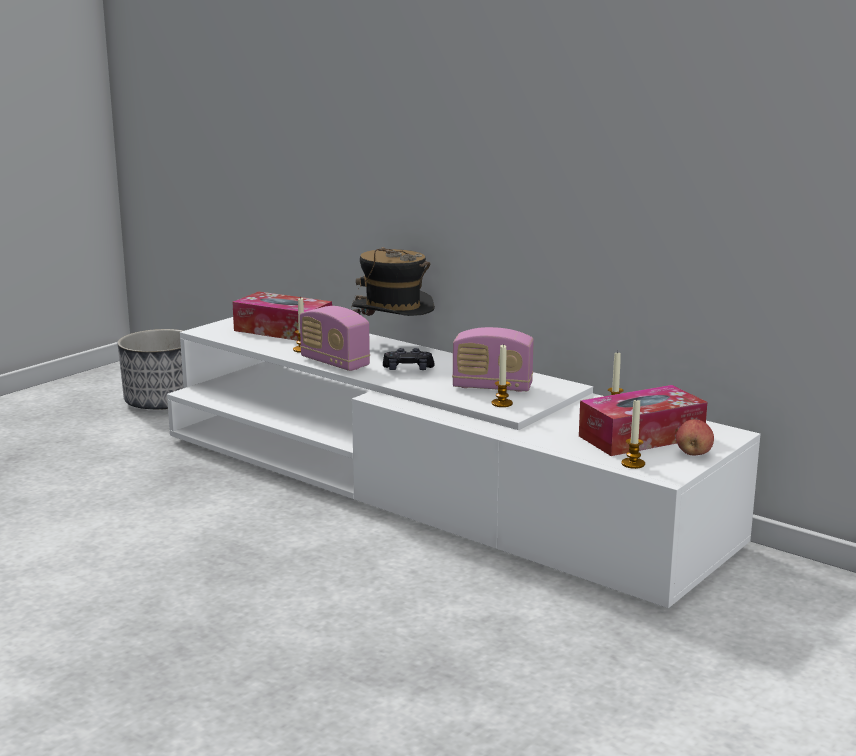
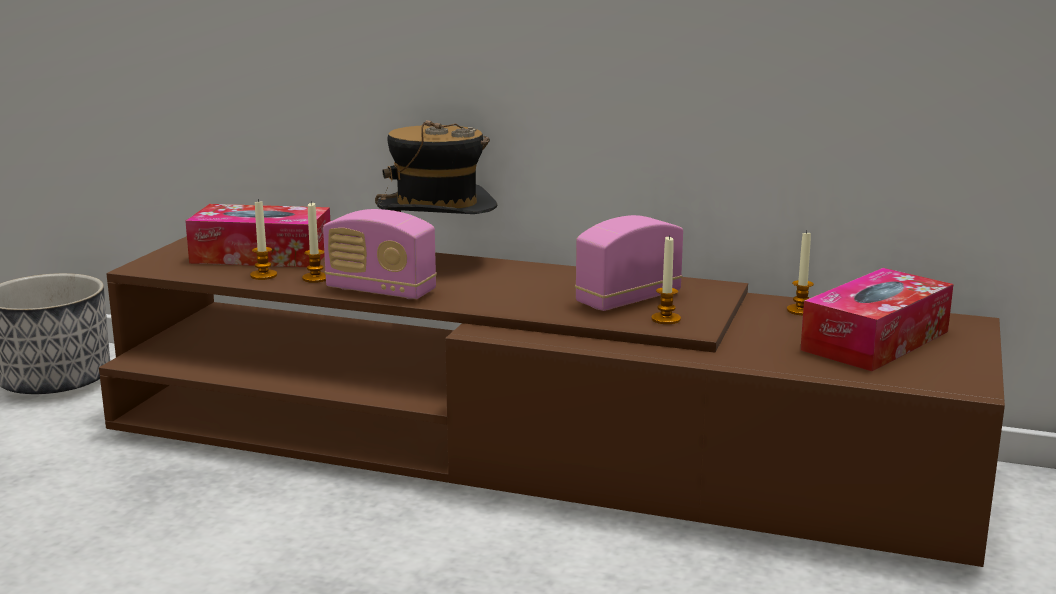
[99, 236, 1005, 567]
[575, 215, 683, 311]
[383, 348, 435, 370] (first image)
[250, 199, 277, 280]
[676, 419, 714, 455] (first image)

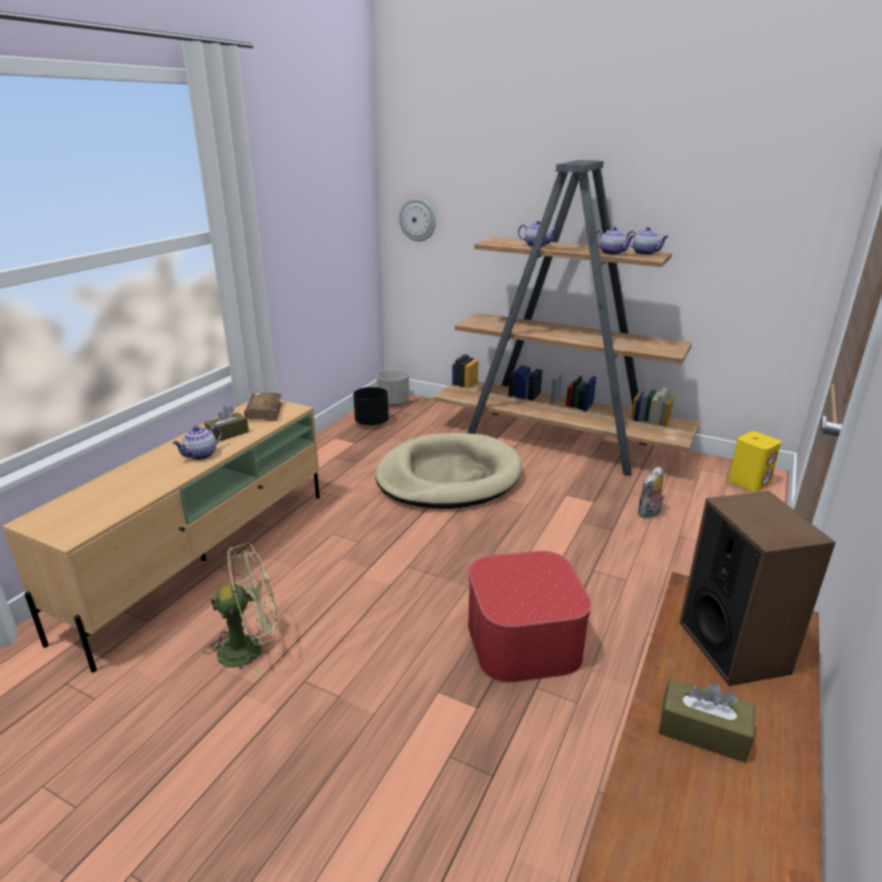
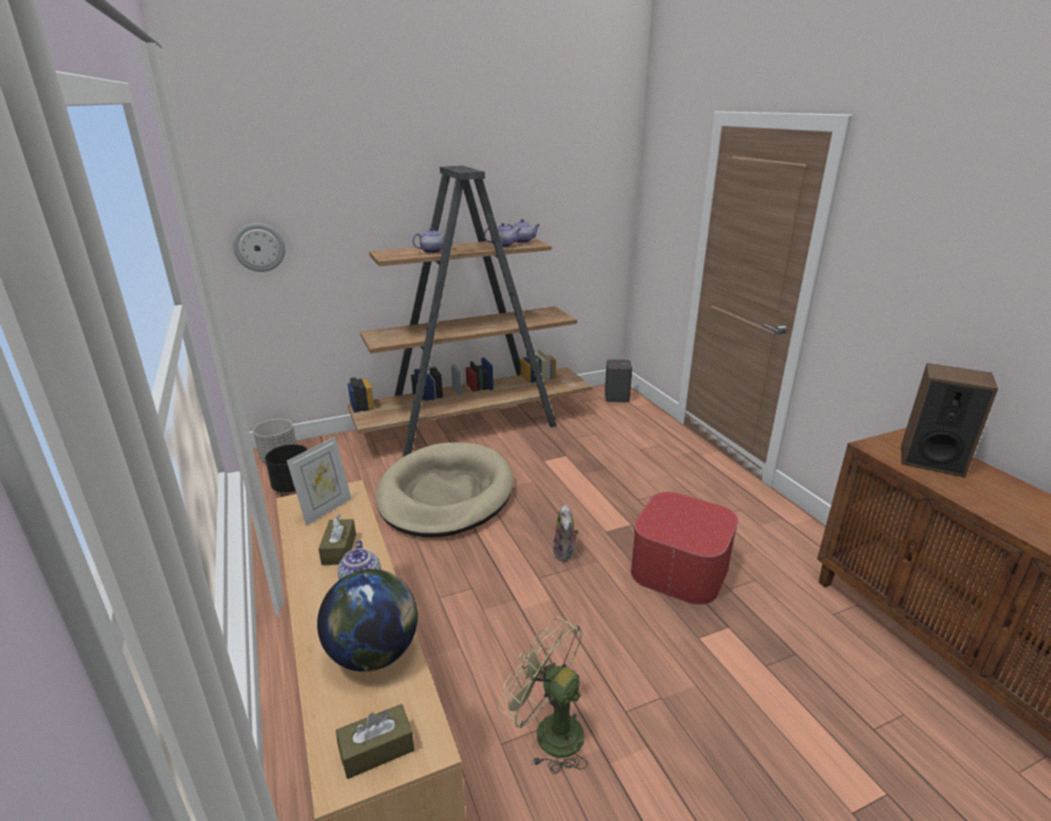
[287, 437, 352, 526]
[604, 360, 632, 402]
[553, 504, 579, 562]
[499, 617, 588, 774]
[336, 704, 414, 779]
[317, 569, 418, 672]

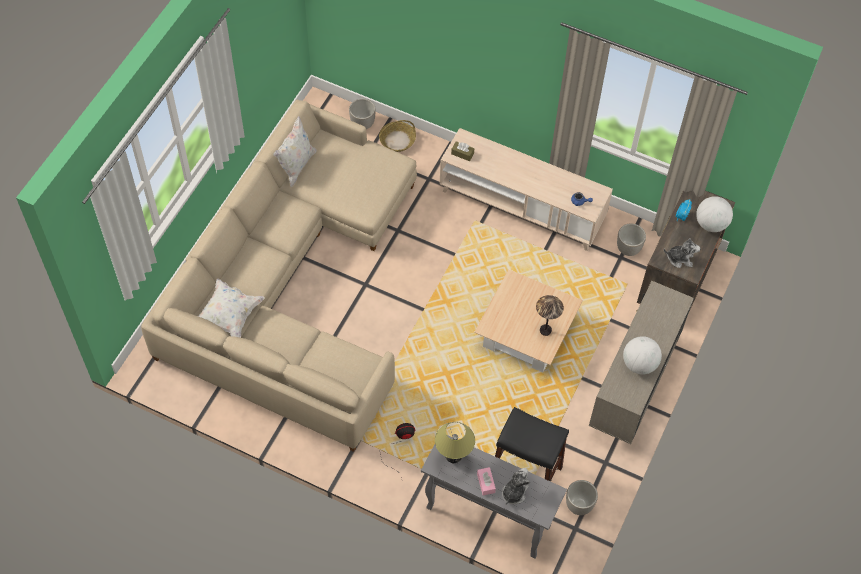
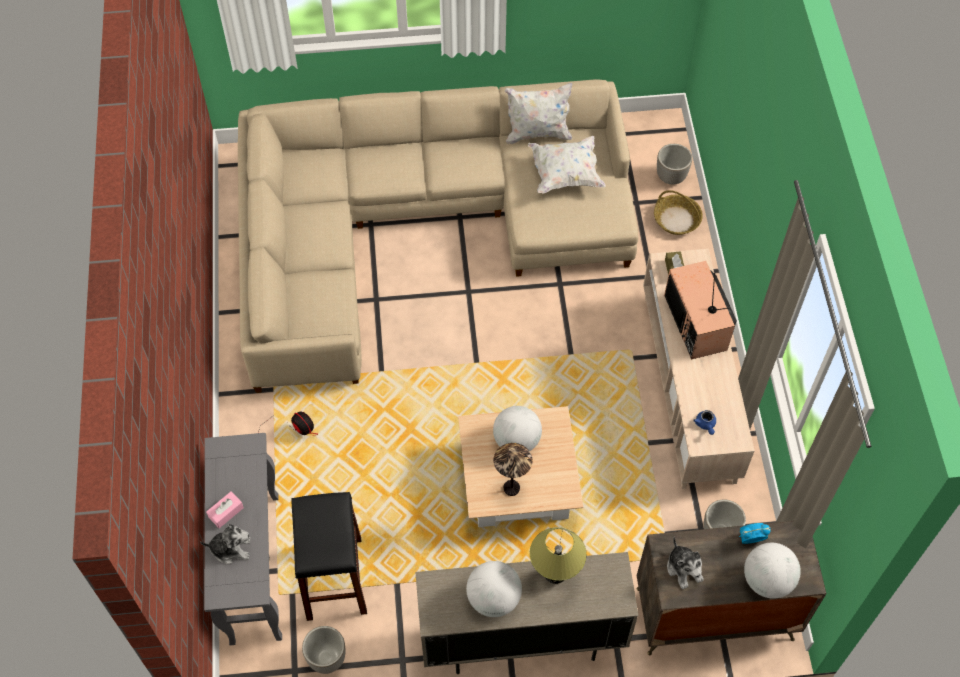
[528, 136, 606, 194]
[530, 527, 586, 584]
[664, 261, 737, 360]
[493, 406, 542, 451]

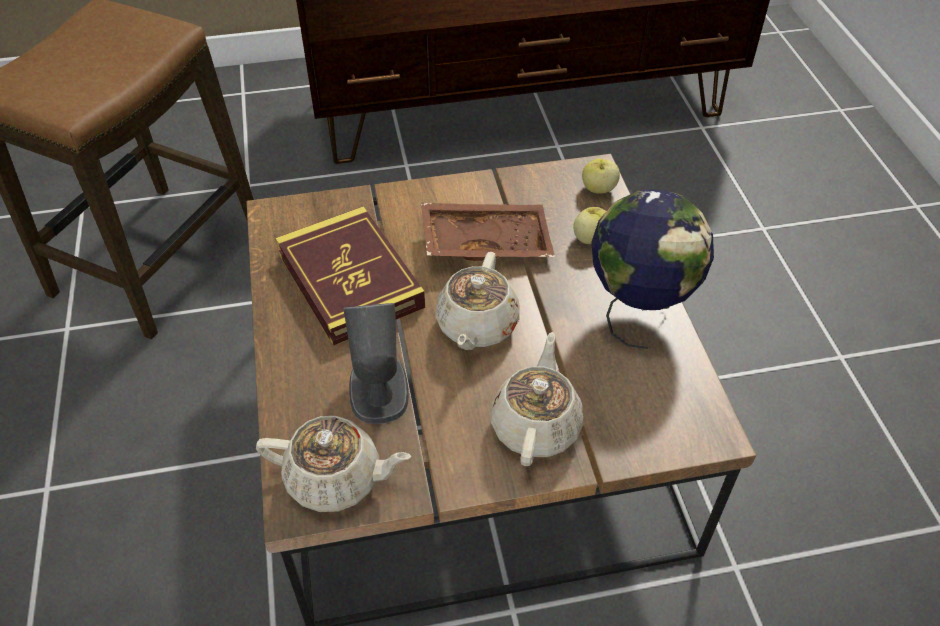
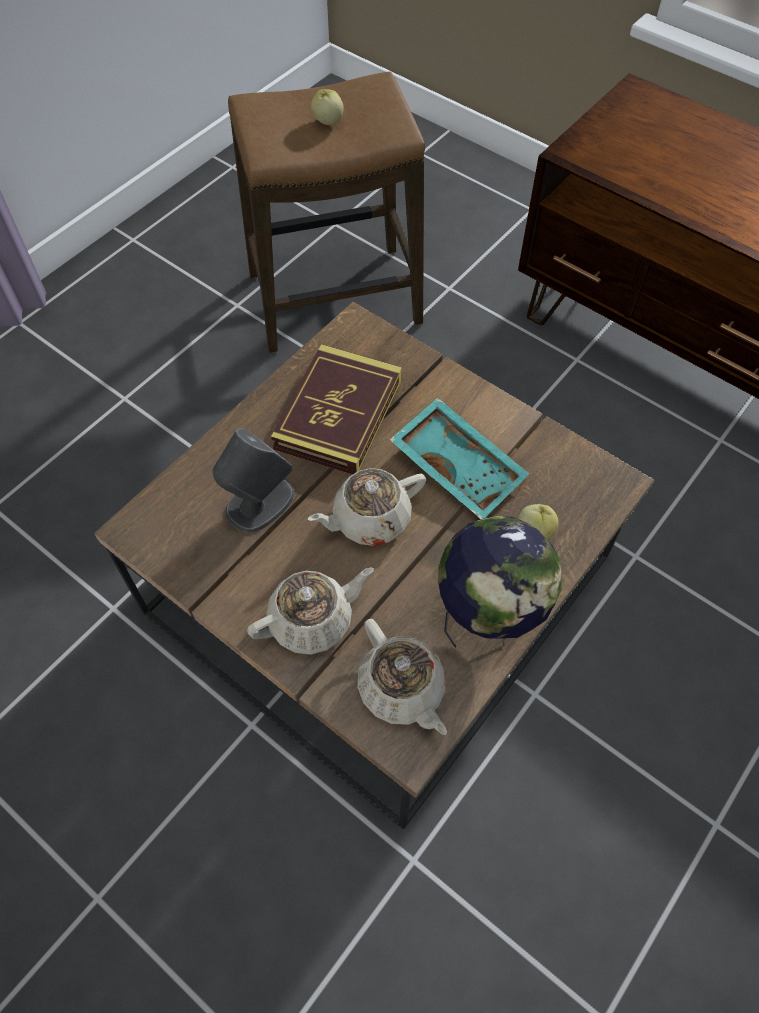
[311, 89, 344, 125]
[390, 398, 529, 519]
[357, 619, 447, 735]

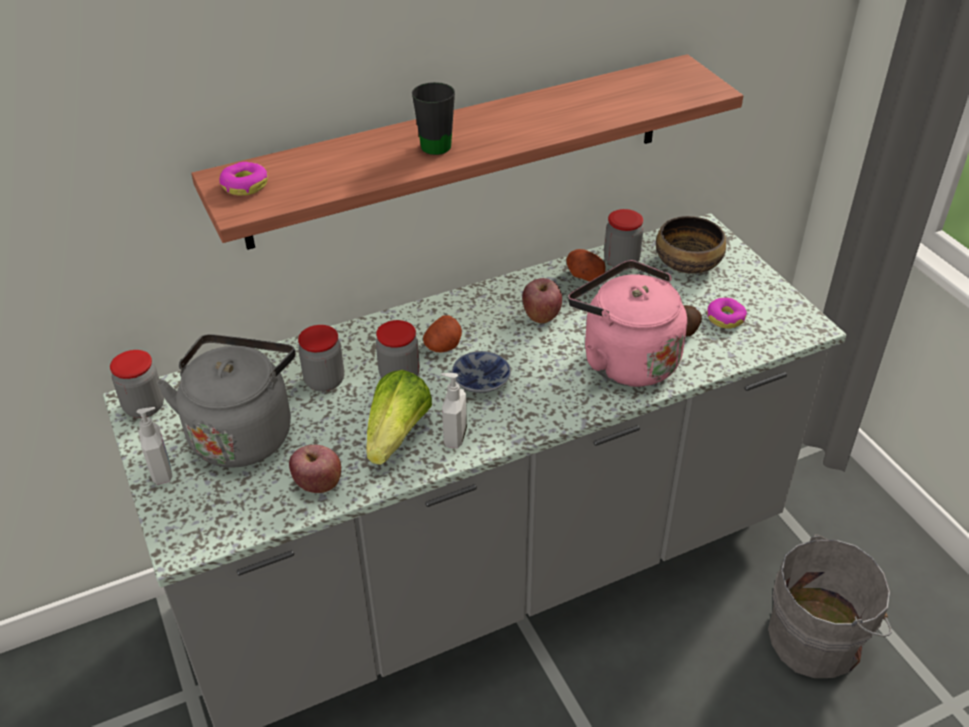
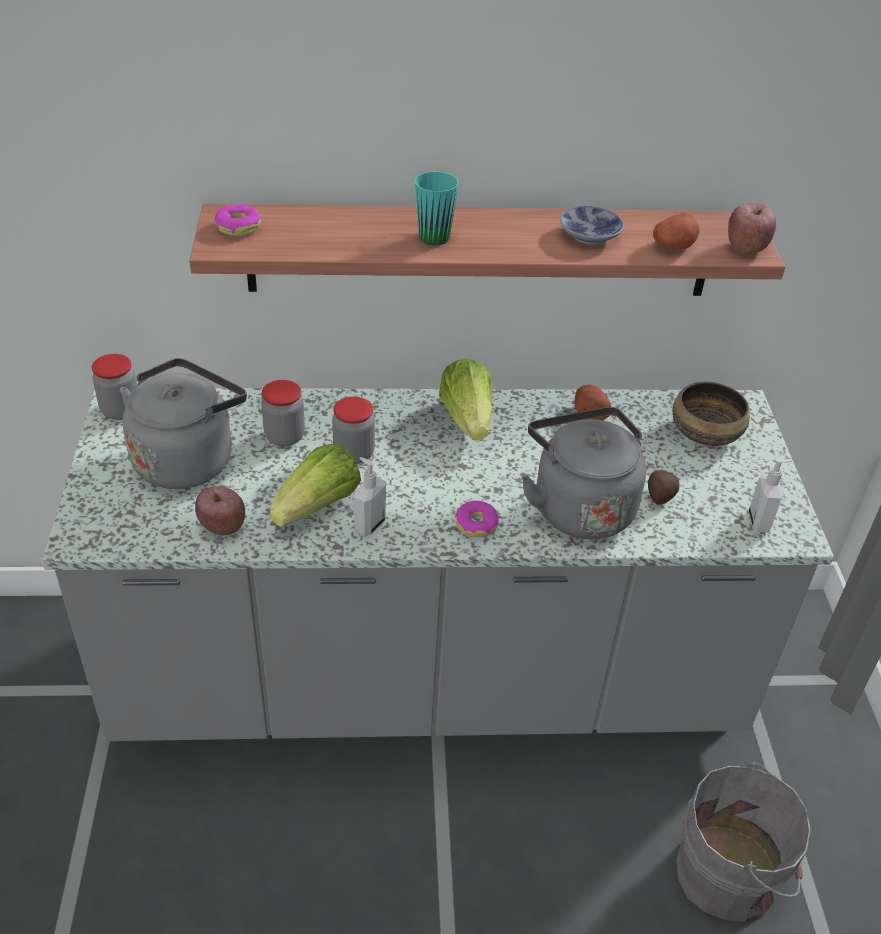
[415, 171, 458, 245]
[604, 209, 643, 267] (first image)
[522, 407, 646, 539]
[728, 203, 776, 254]
[455, 501, 499, 537]
[653, 212, 699, 249]
[560, 206, 624, 245]
[748, 458, 792, 533]
[439, 358, 492, 441]

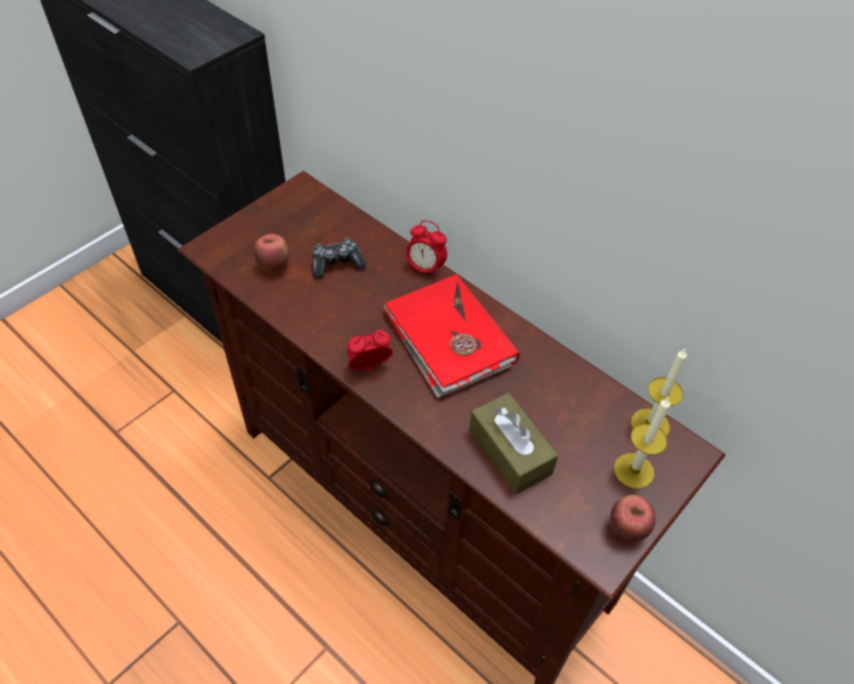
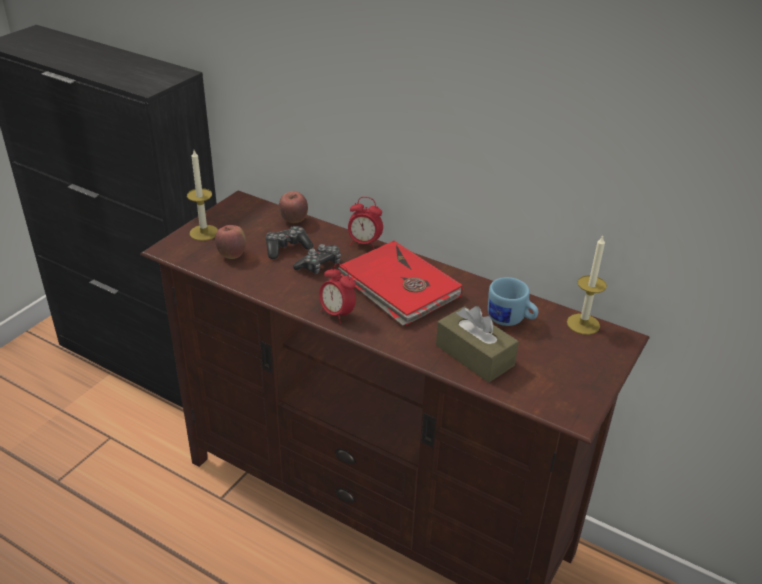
[319, 263, 356, 323]
[187, 150, 218, 241]
[279, 191, 308, 223]
[293, 244, 341, 274]
[488, 277, 538, 326]

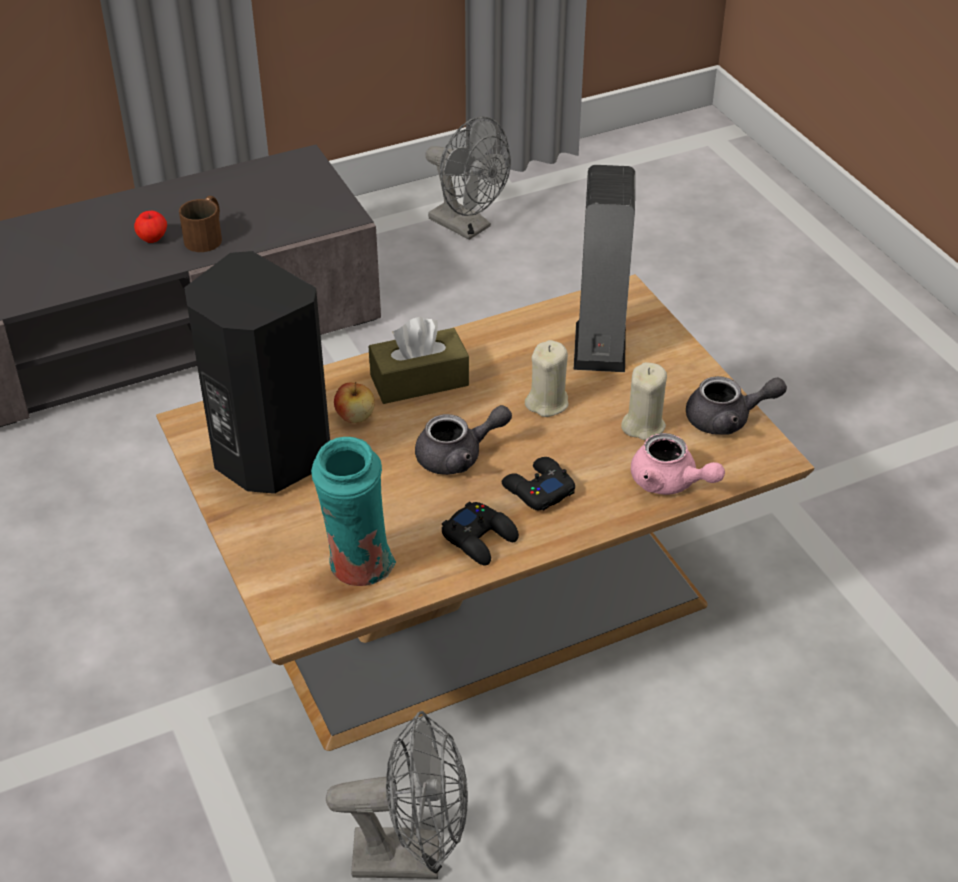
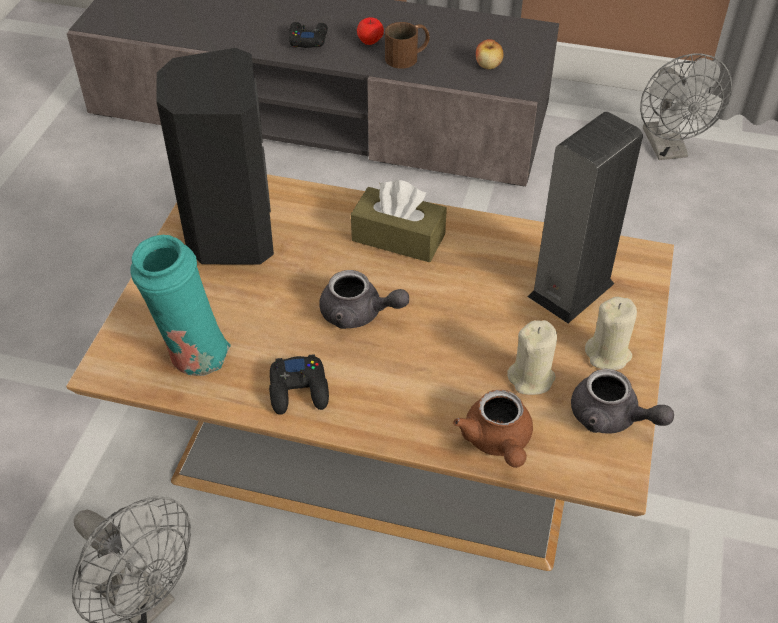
[585, 297, 637, 370]
[476, 39, 504, 69]
[453, 390, 533, 468]
[289, 22, 328, 48]

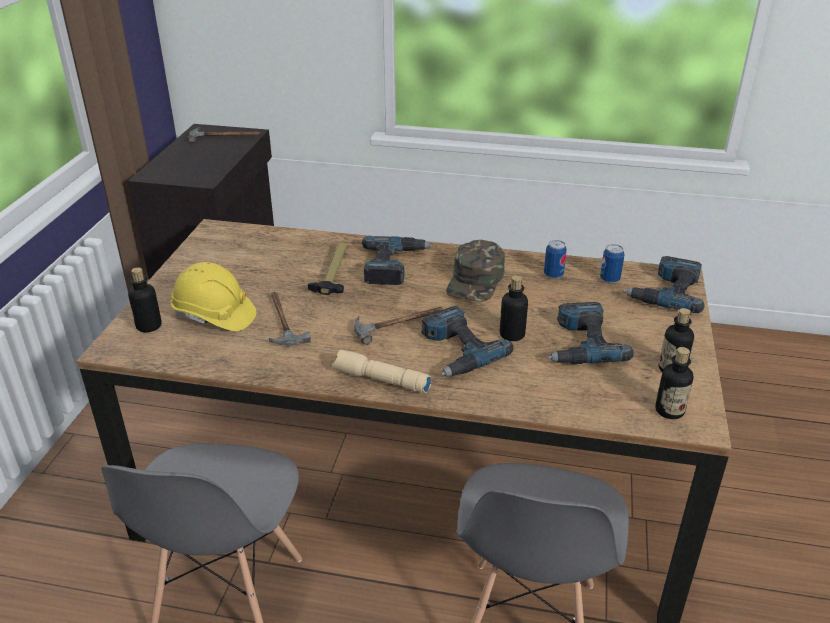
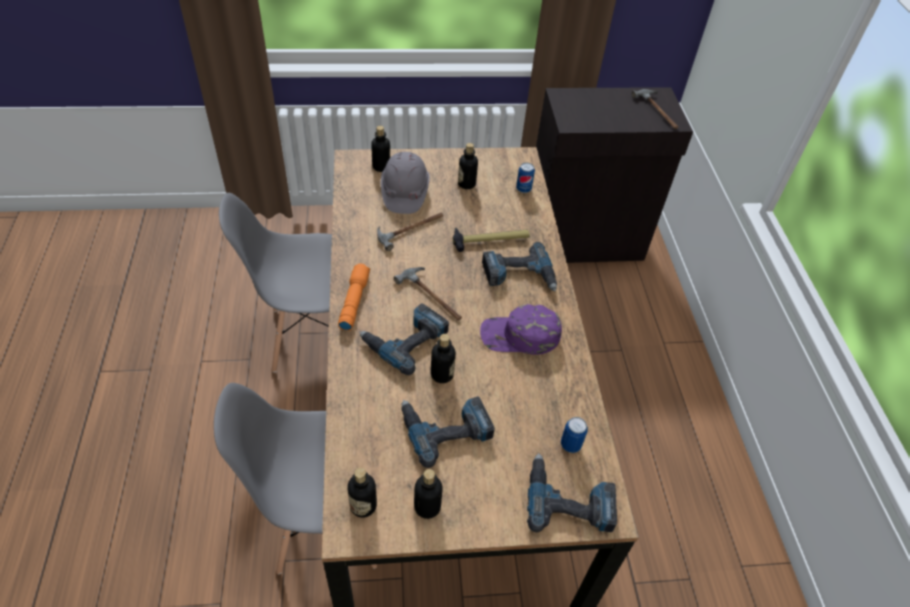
[480, 304, 562, 355]
[516, 162, 535, 193]
[381, 152, 430, 214]
[338, 264, 370, 331]
[458, 143, 478, 189]

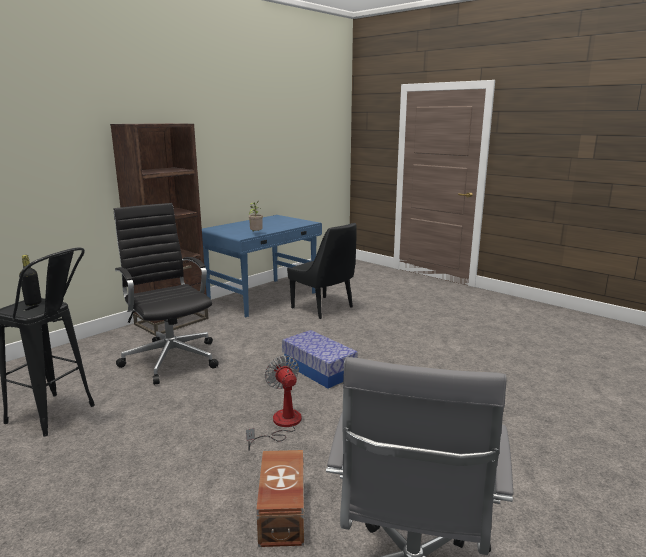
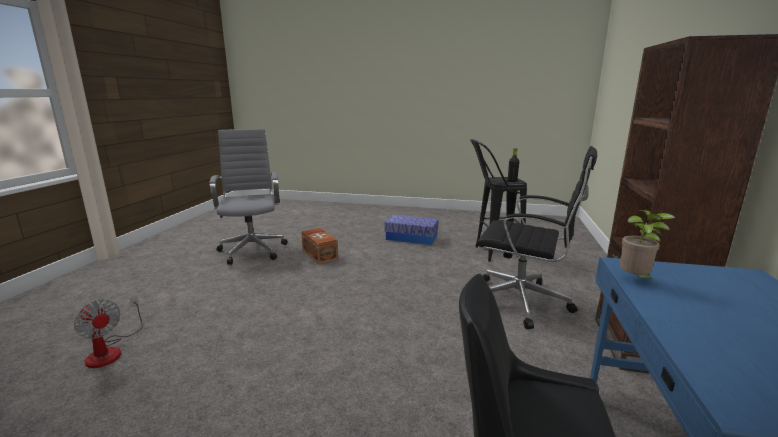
[384, 215, 439, 245]
[74, 295, 143, 368]

